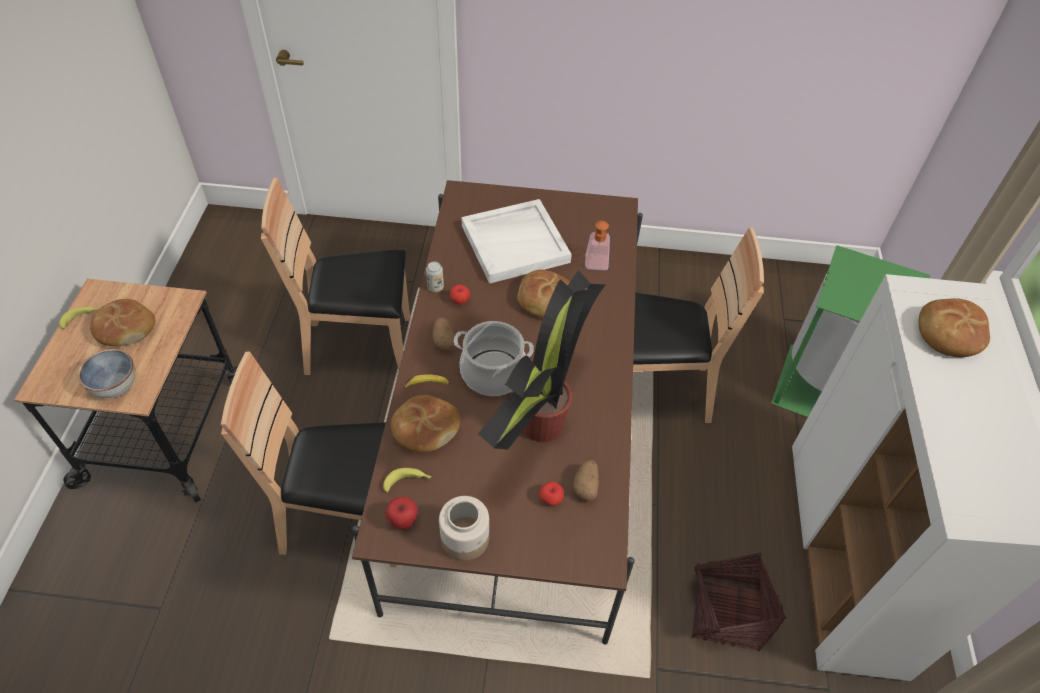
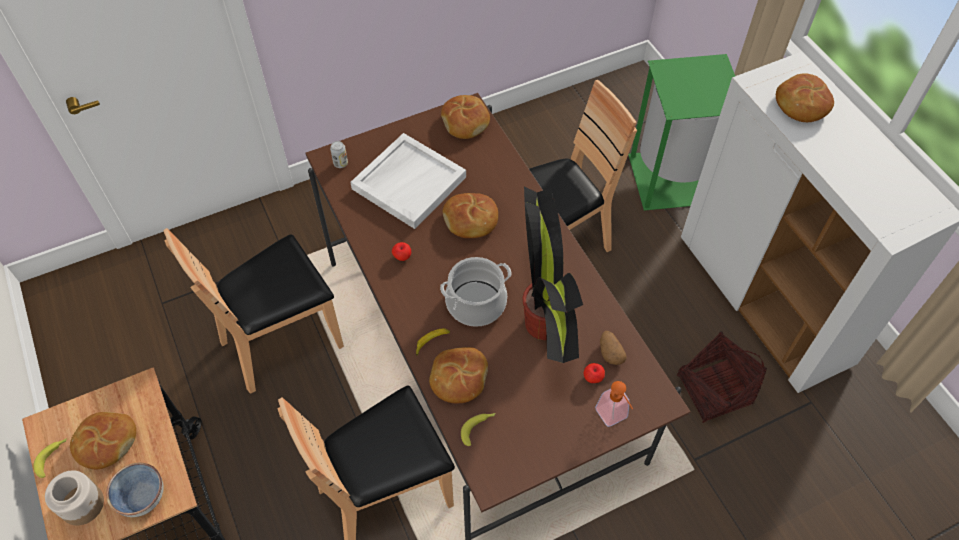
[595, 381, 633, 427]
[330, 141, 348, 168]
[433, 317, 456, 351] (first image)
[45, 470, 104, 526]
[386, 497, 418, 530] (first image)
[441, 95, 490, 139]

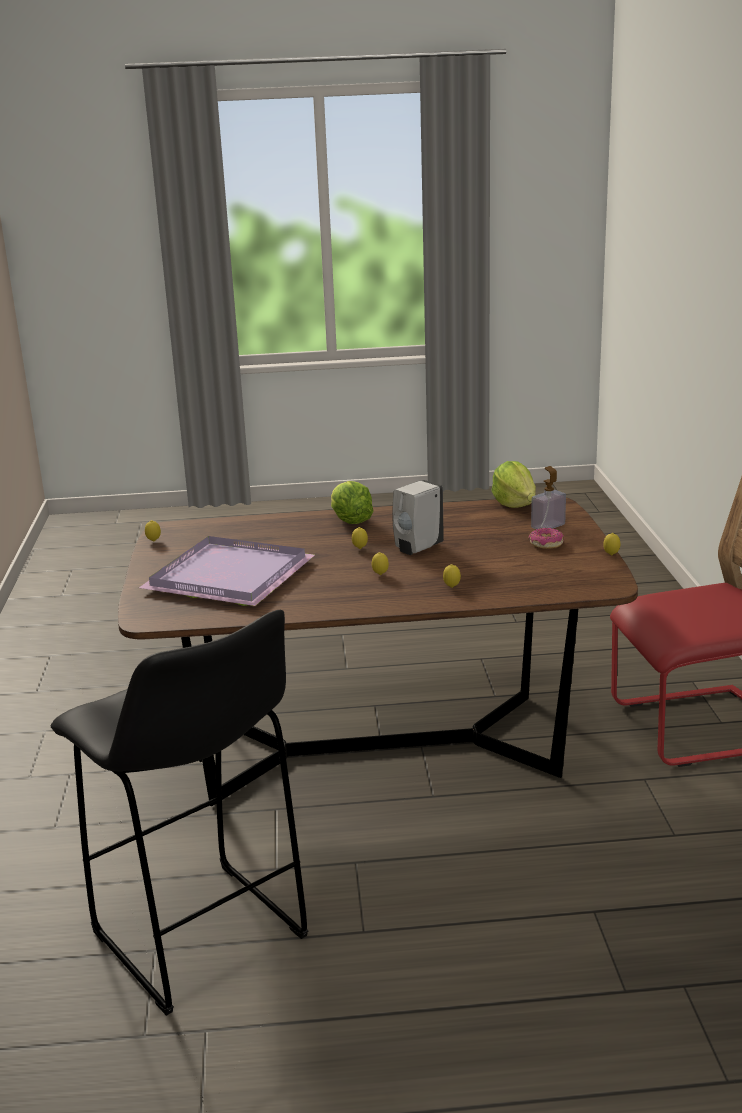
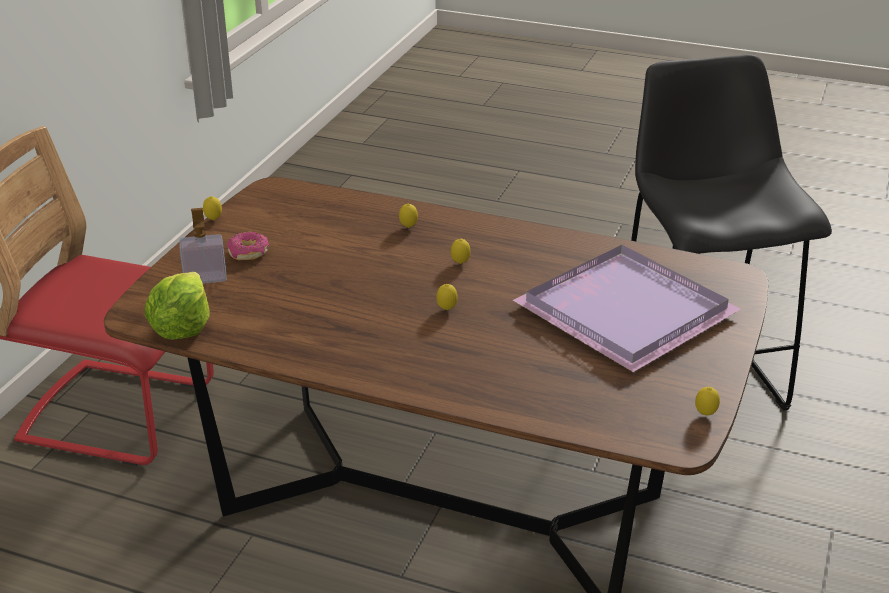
[392, 480, 444, 555] (first image)
[331, 481, 374, 524] (first image)

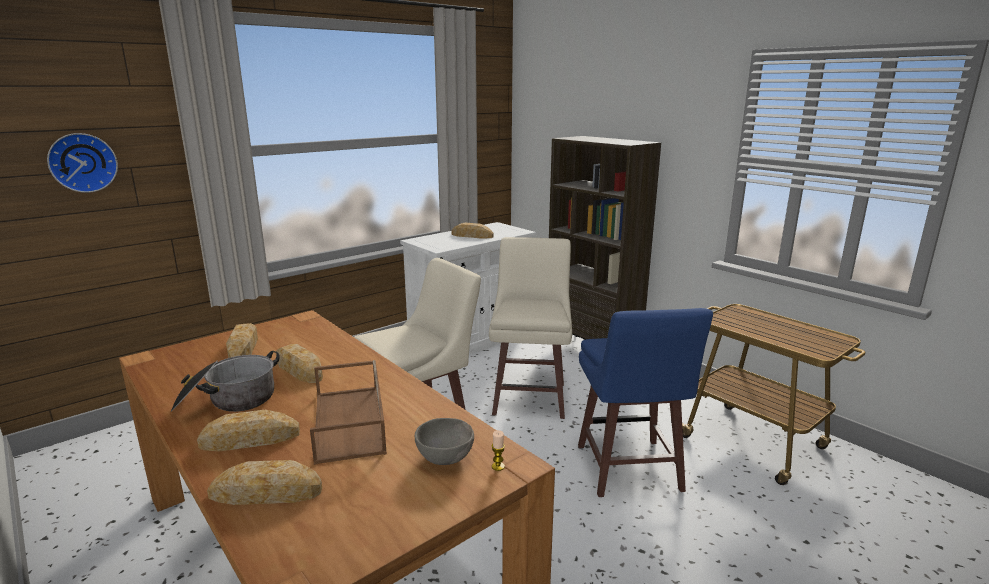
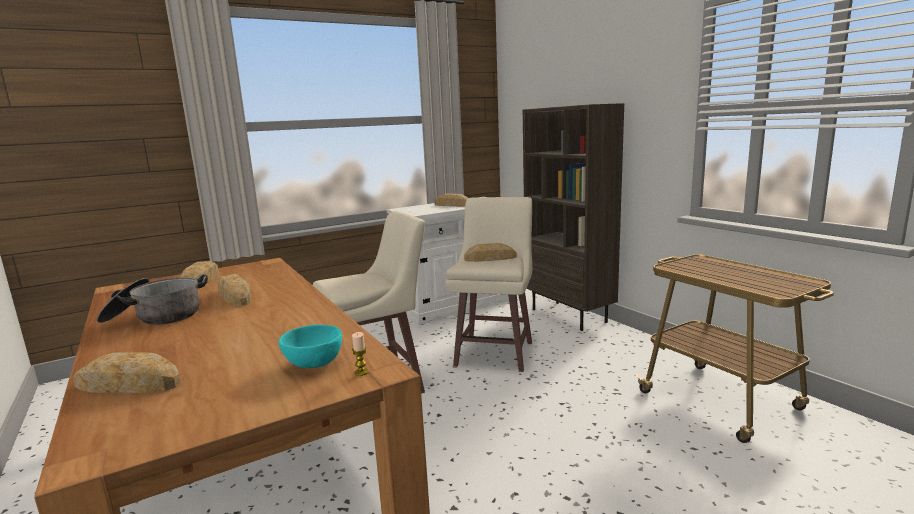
[47, 133, 118, 193] (first image)
[578, 308, 713, 497] (first image)
[310, 360, 387, 465] (first image)
[464, 243, 517, 262]
[279, 325, 342, 368]

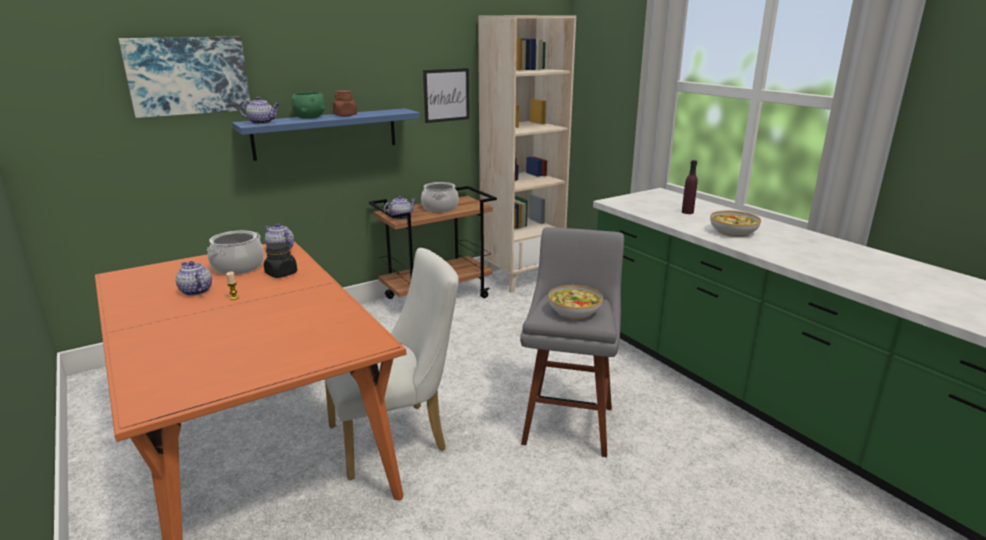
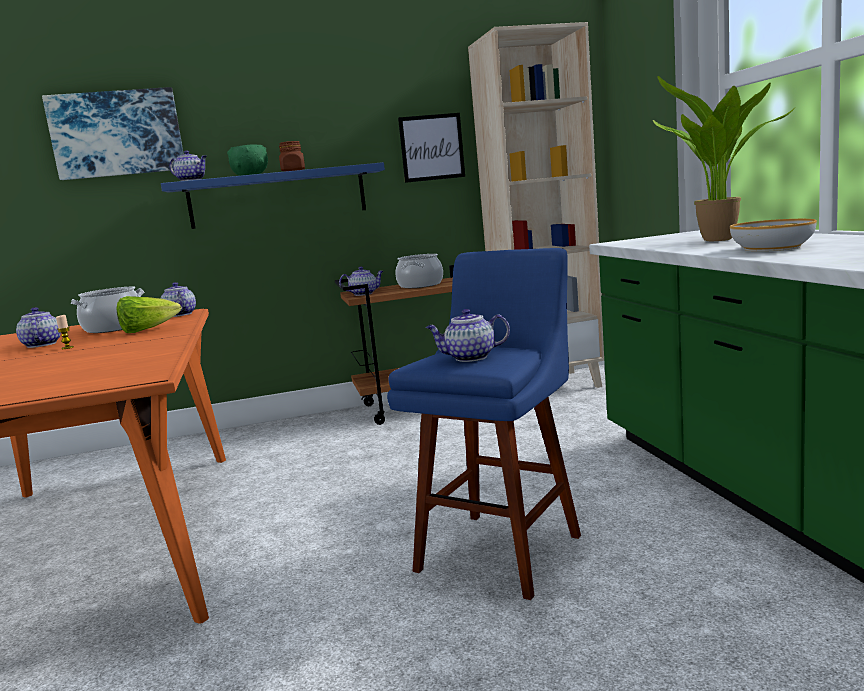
[653, 76, 795, 241]
[387, 248, 581, 600]
[117, 296, 181, 333]
[324, 248, 459, 480] (first image)
[426, 309, 510, 362]

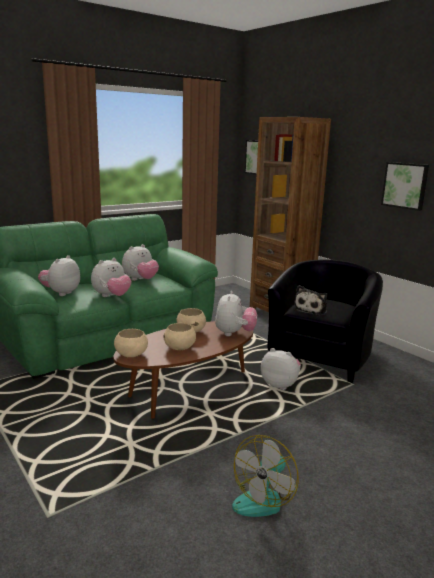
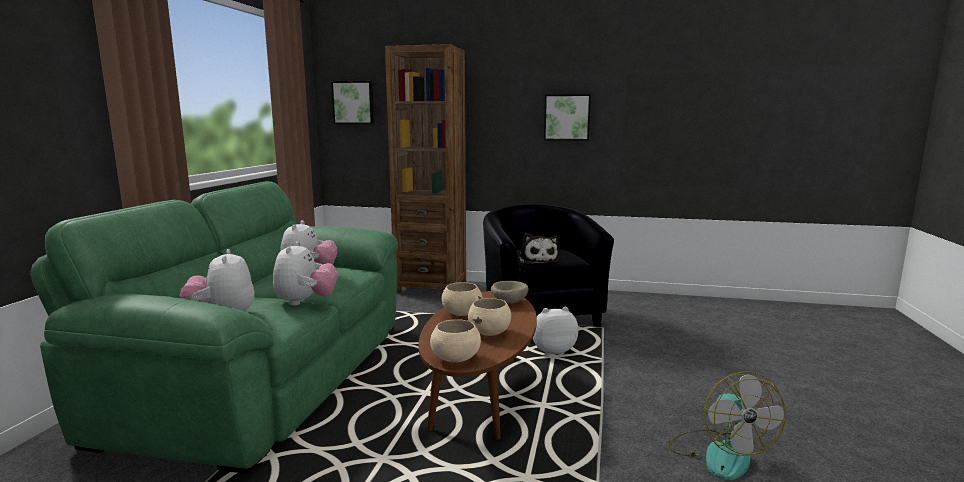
[491, 281, 529, 304]

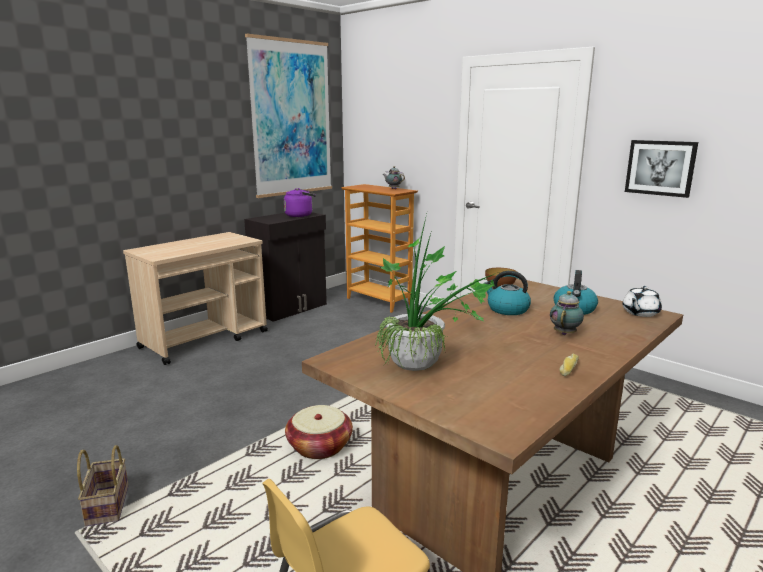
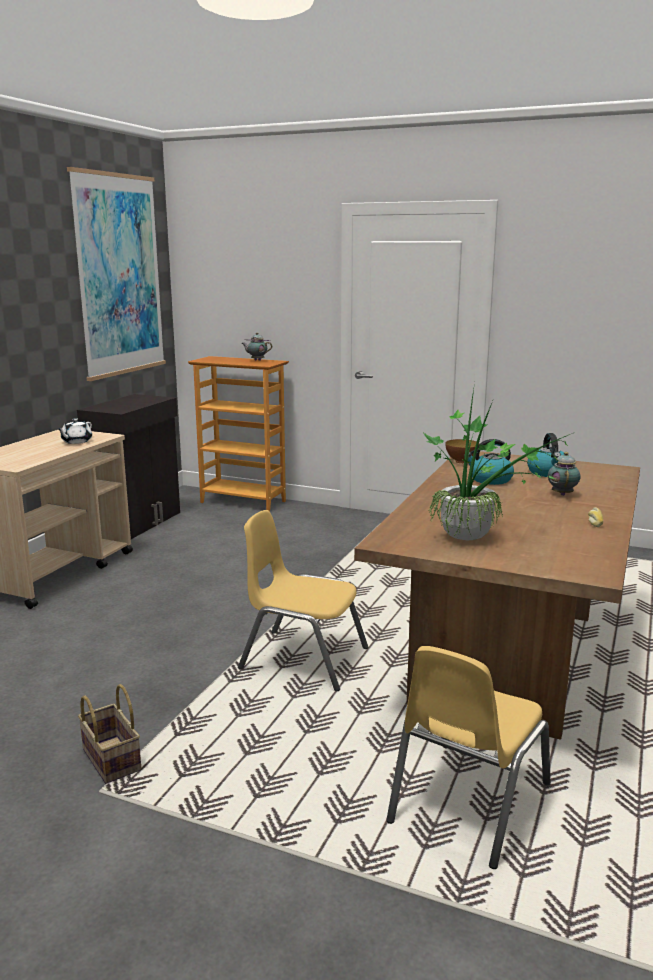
[625, 140, 698, 198] (first image)
[284, 188, 316, 217] (first image)
[58, 418, 92, 444]
[238, 510, 368, 691]

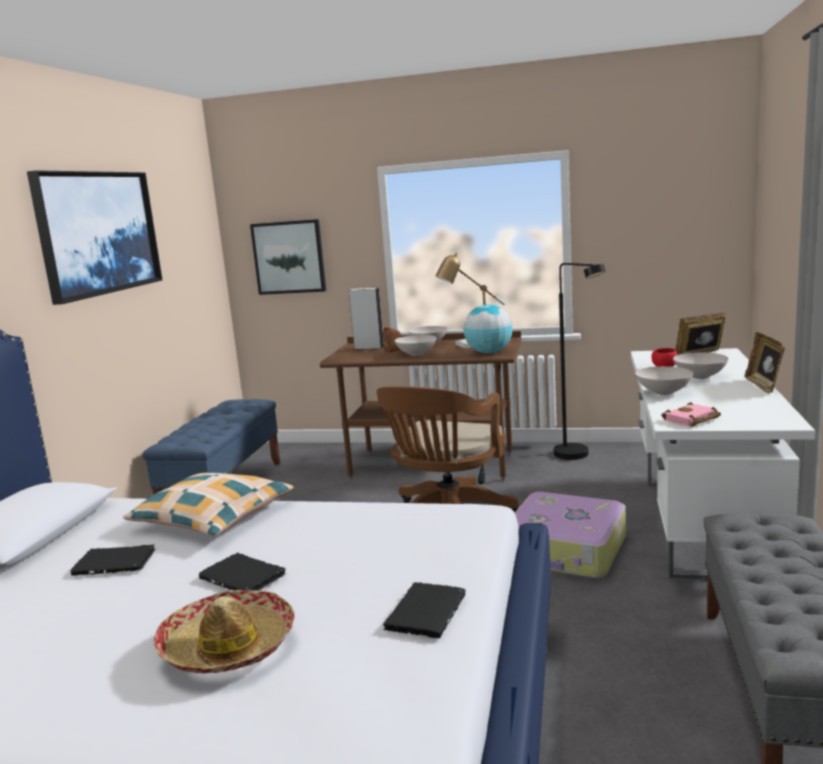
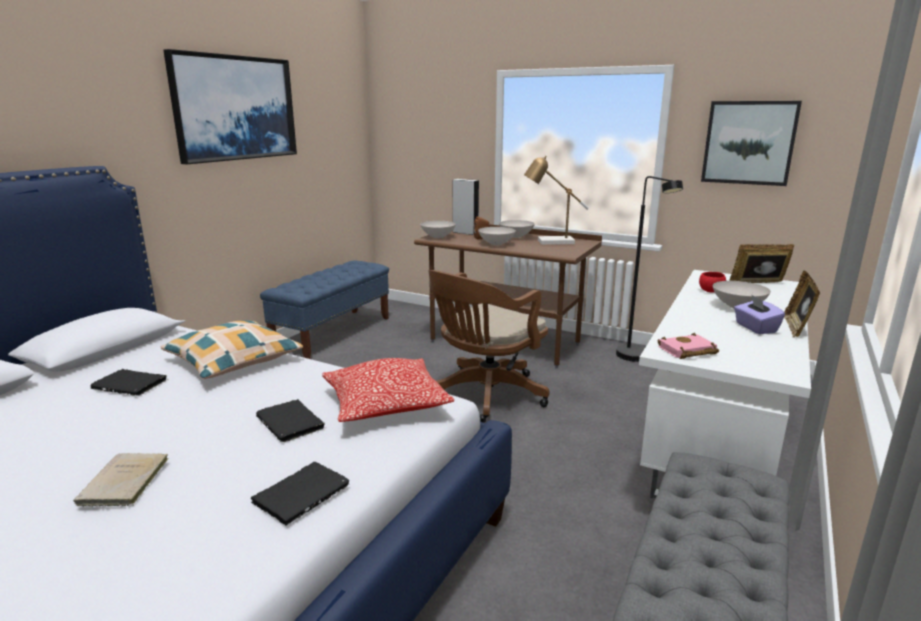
[701, 101, 802, 186]
[464, 304, 513, 354] (first image)
[420, 221, 456, 238]
[515, 492, 626, 579] (first image)
[256, 399, 327, 442]
[73, 453, 169, 507]
[734, 295, 785, 334]
[322, 358, 454, 422]

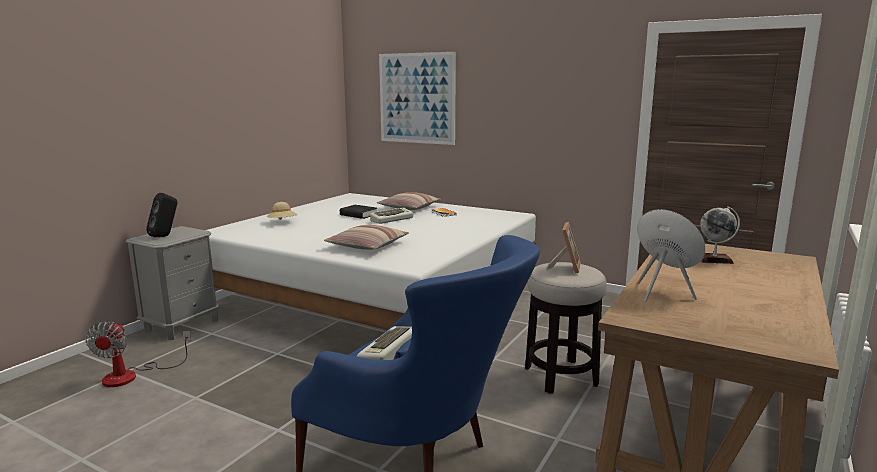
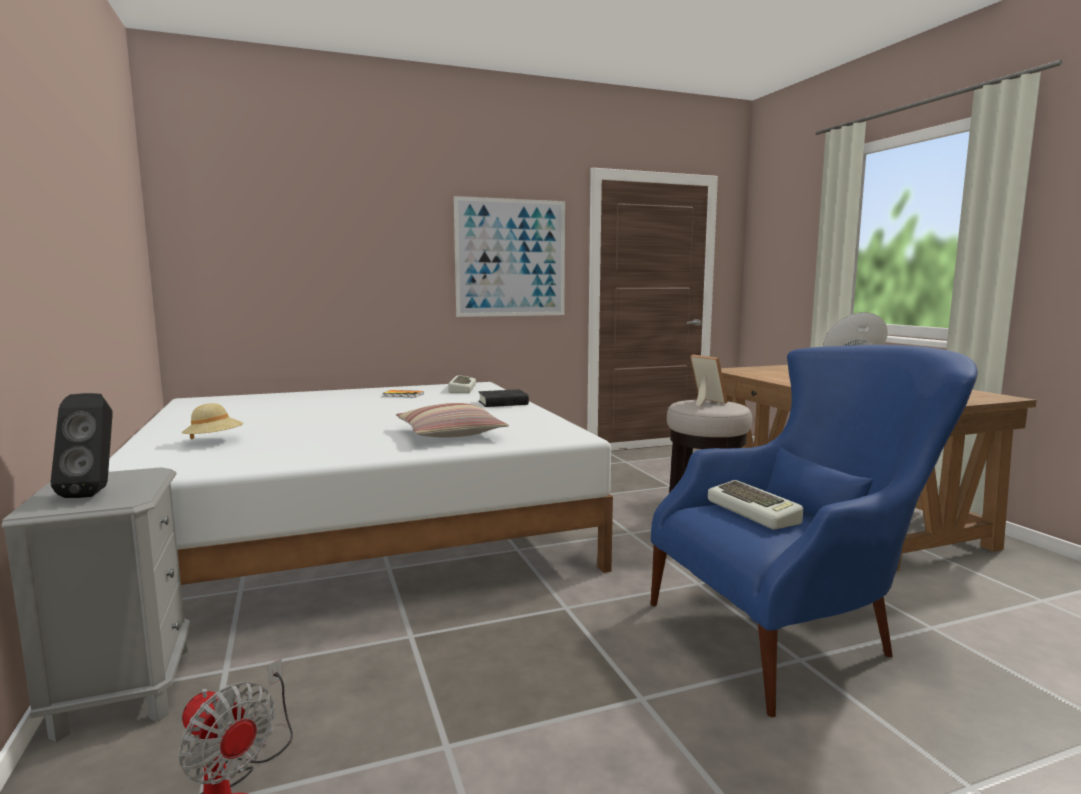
[454, 196, 565, 317]
[377, 192, 441, 210] (first image)
[479, 389, 529, 407]
[700, 206, 740, 264] (first image)
[448, 375, 476, 393]

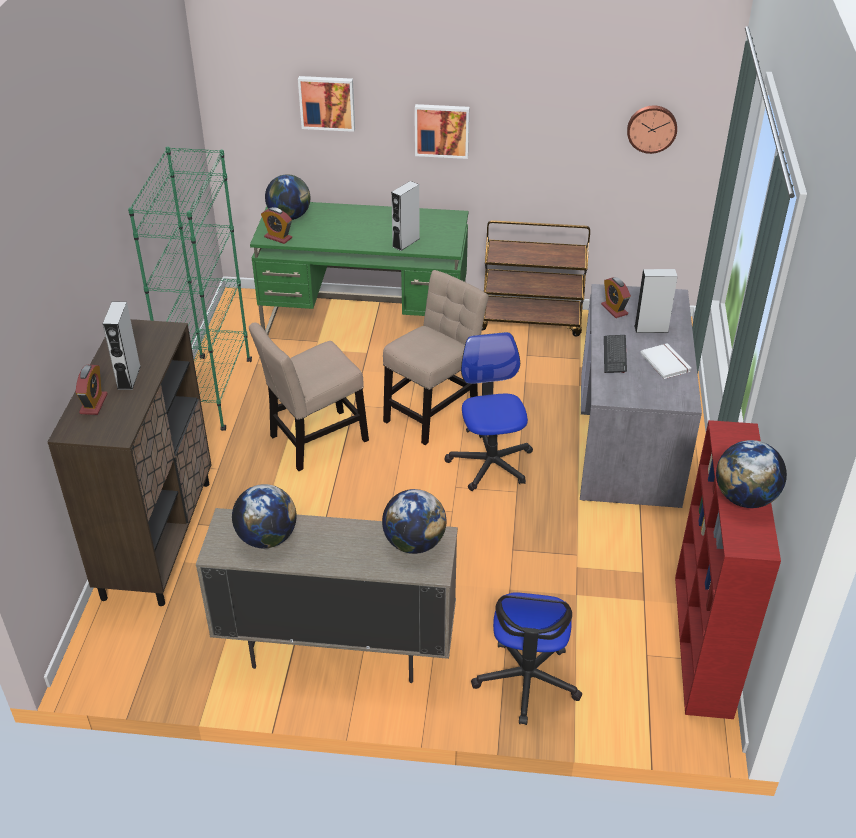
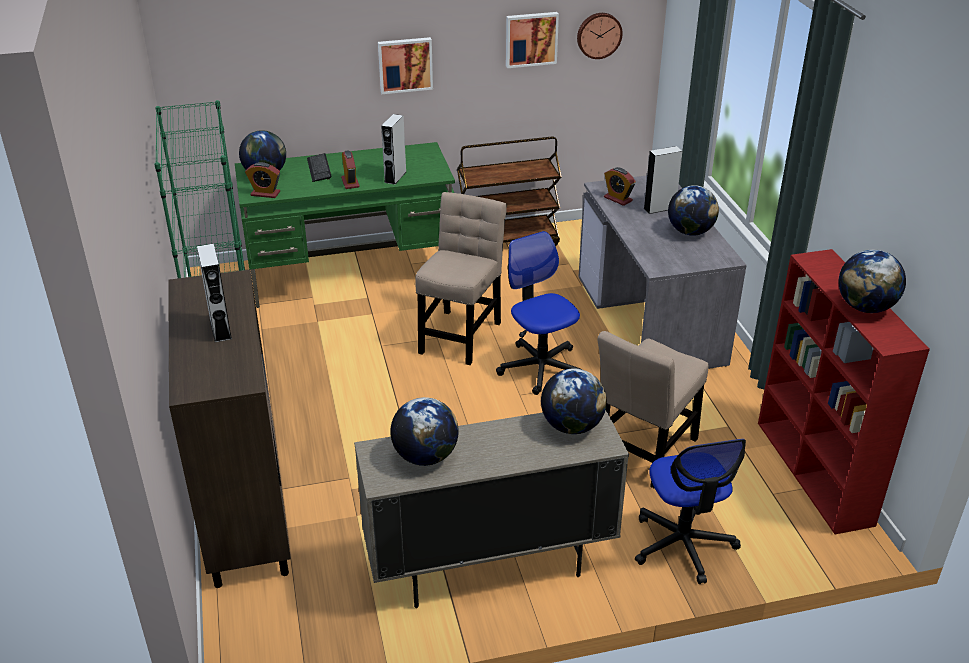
[506, 12, 559, 68]
[598, 331, 709, 489]
[307, 153, 332, 182]
[668, 185, 719, 236]
[341, 150, 360, 189]

